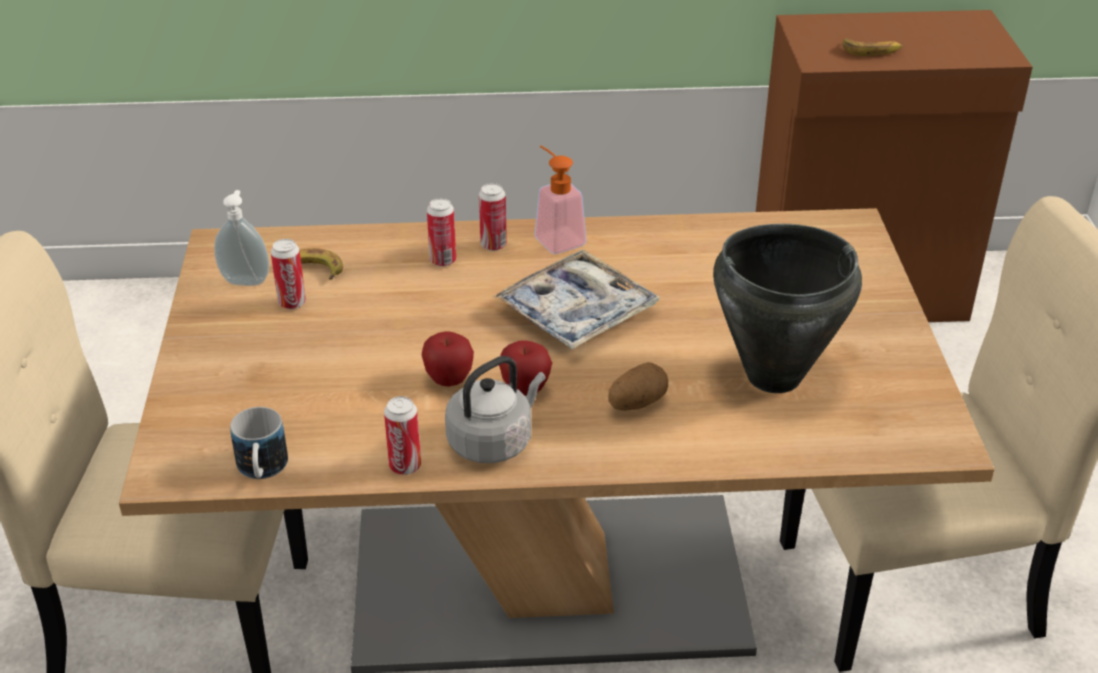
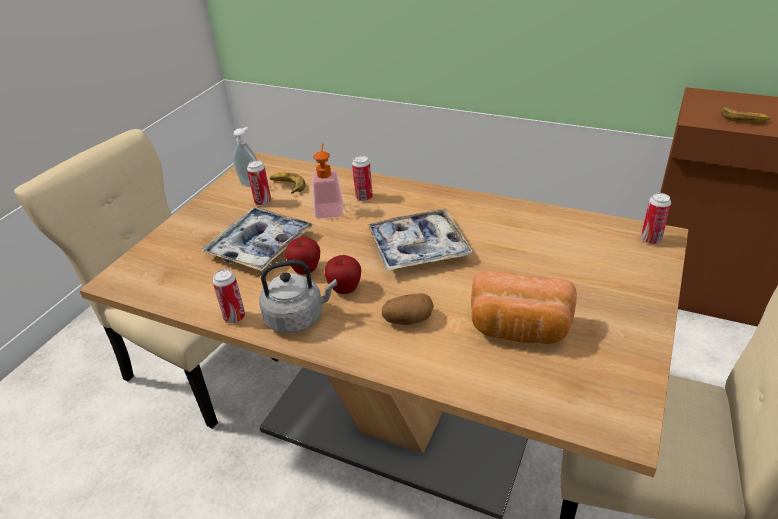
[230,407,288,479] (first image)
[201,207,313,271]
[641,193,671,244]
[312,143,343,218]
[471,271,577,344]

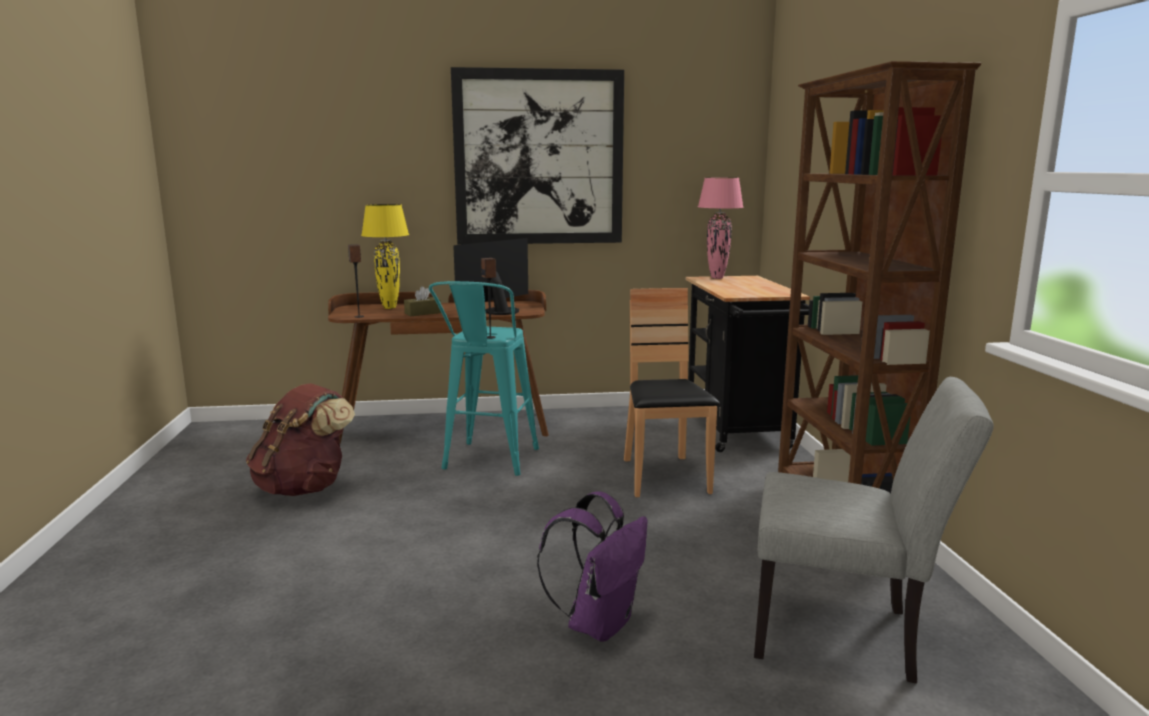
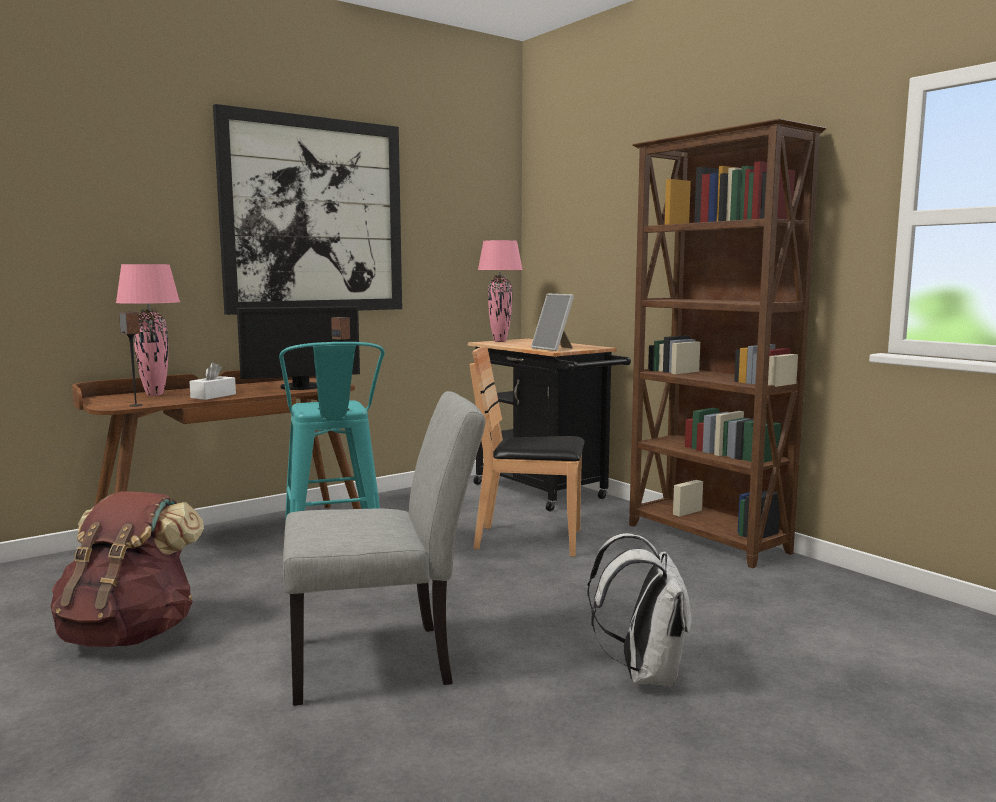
[531,293,574,351]
[283,391,485,706]
[116,264,180,396]
[189,362,236,400]
[587,533,691,687]
[237,306,360,390]
[470,346,584,557]

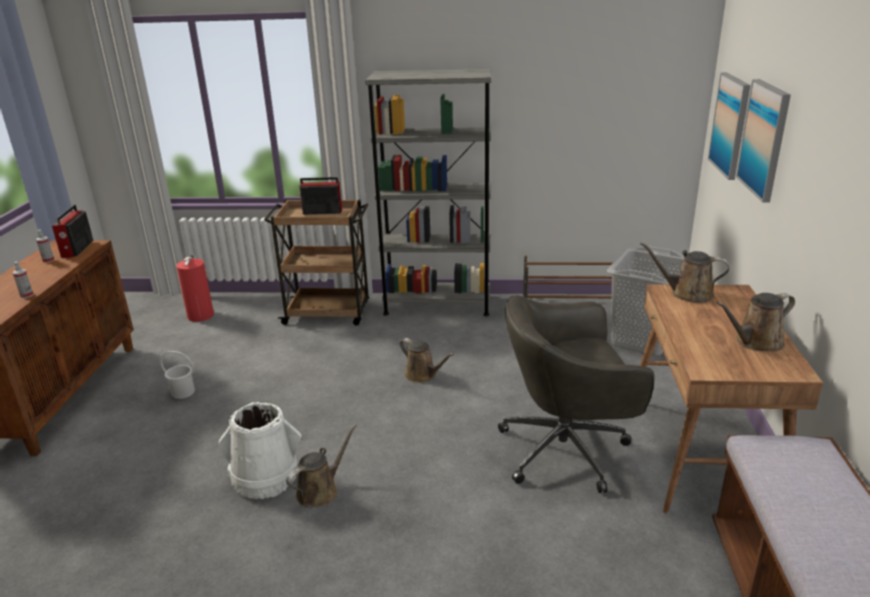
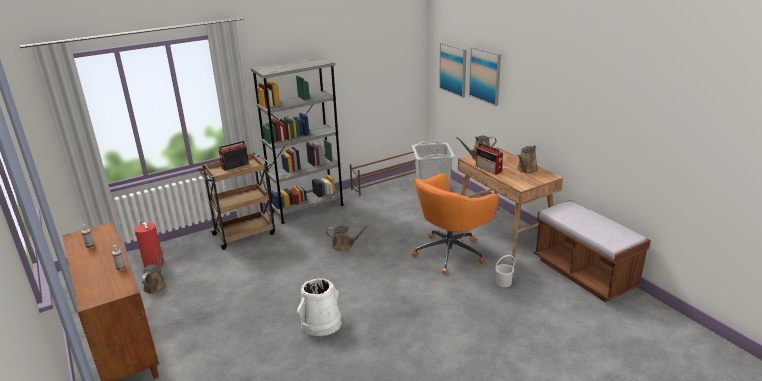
[476,143,503,175]
[495,255,515,287]
[142,247,166,294]
[412,174,499,275]

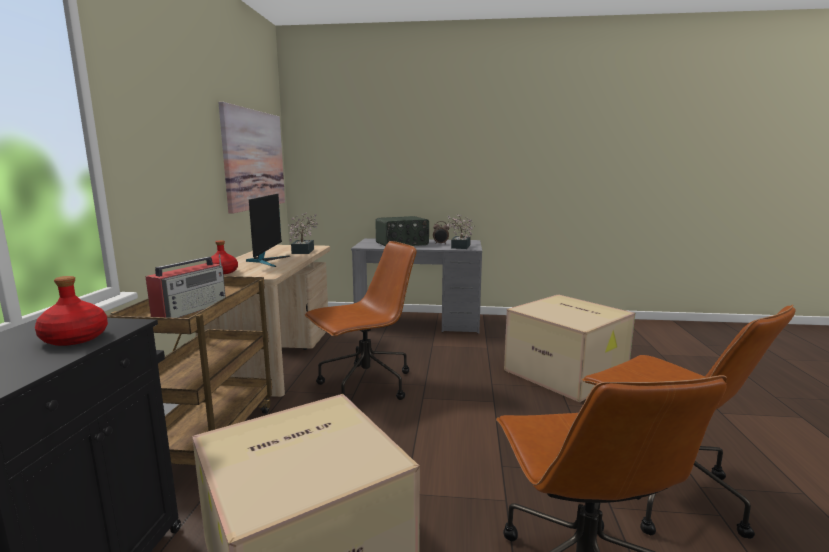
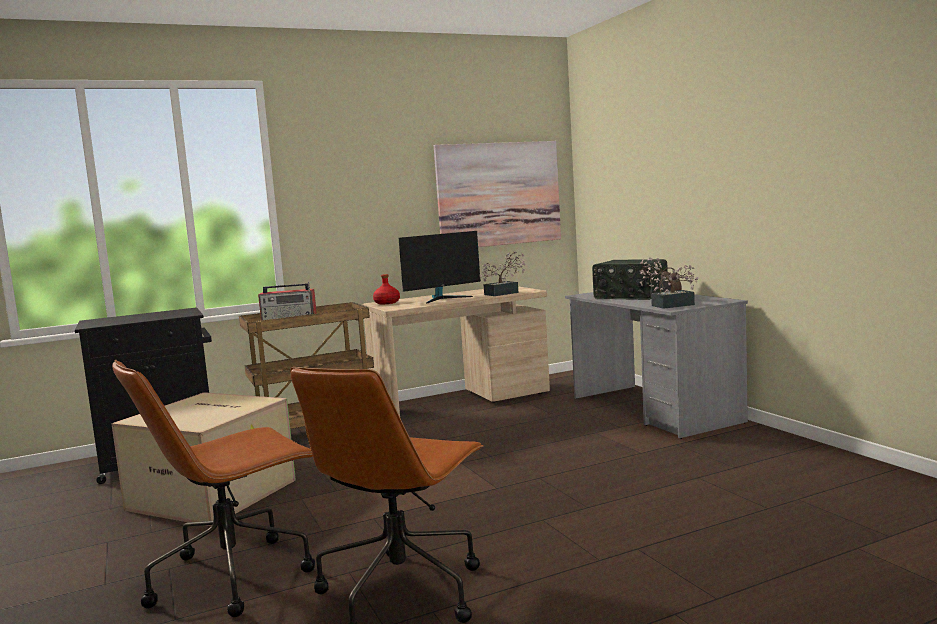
[35,276,108,346] (first image)
[305,241,416,400] (first image)
[504,294,635,402] (first image)

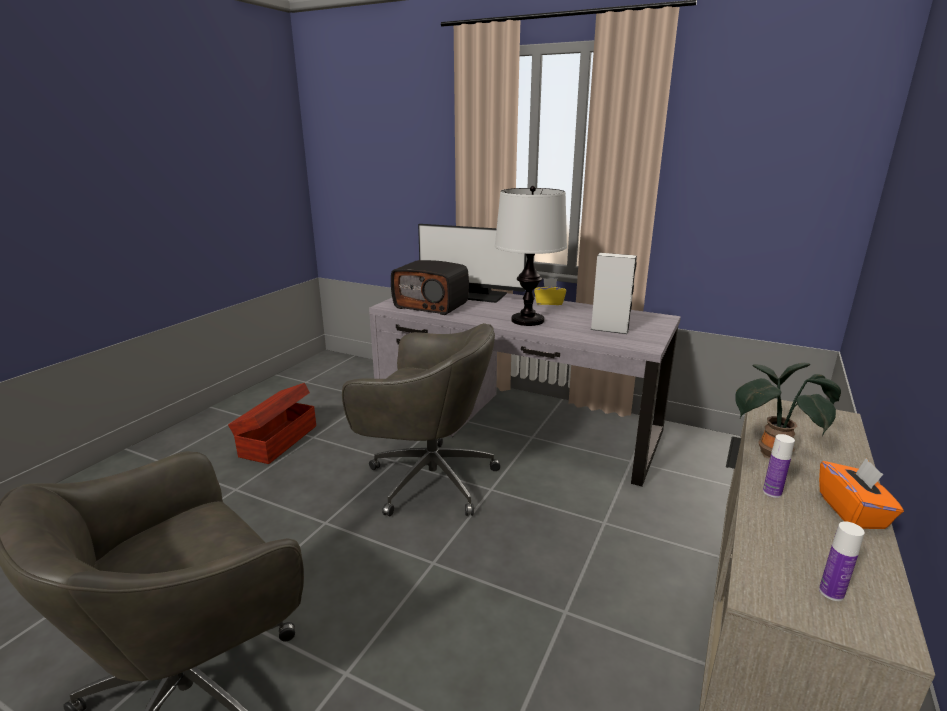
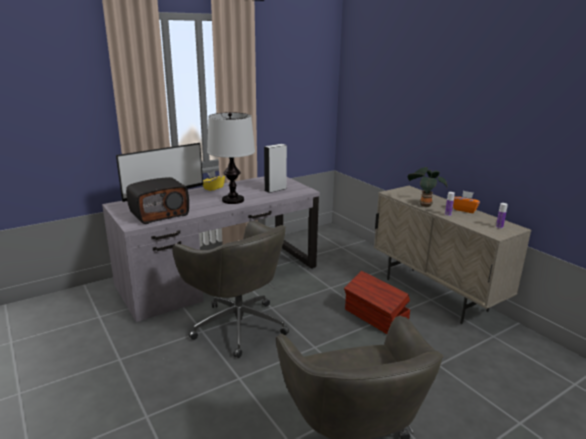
[344,271,410,334]
[172,221,289,358]

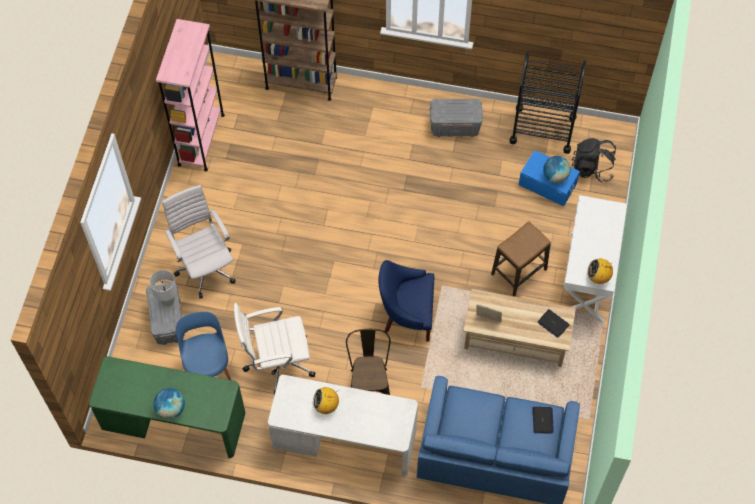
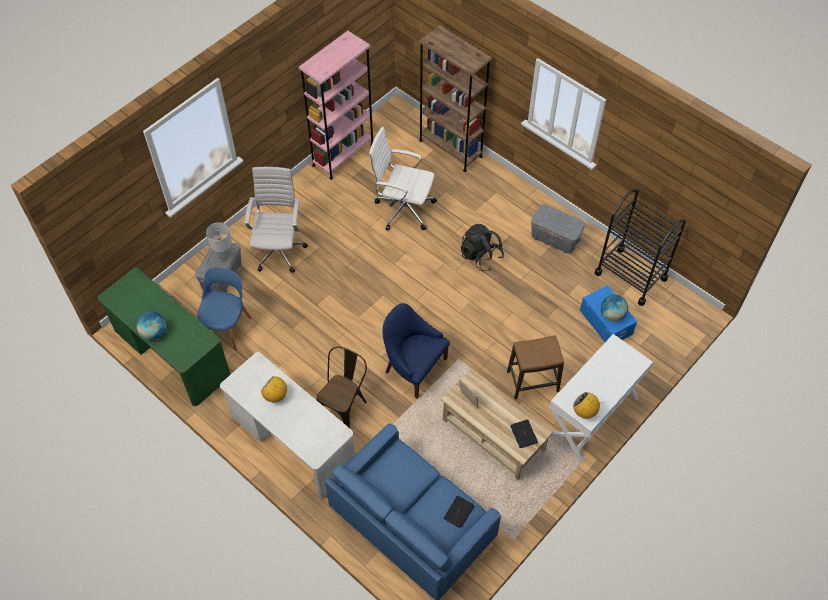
[369,126,437,231]
[461,224,504,271]

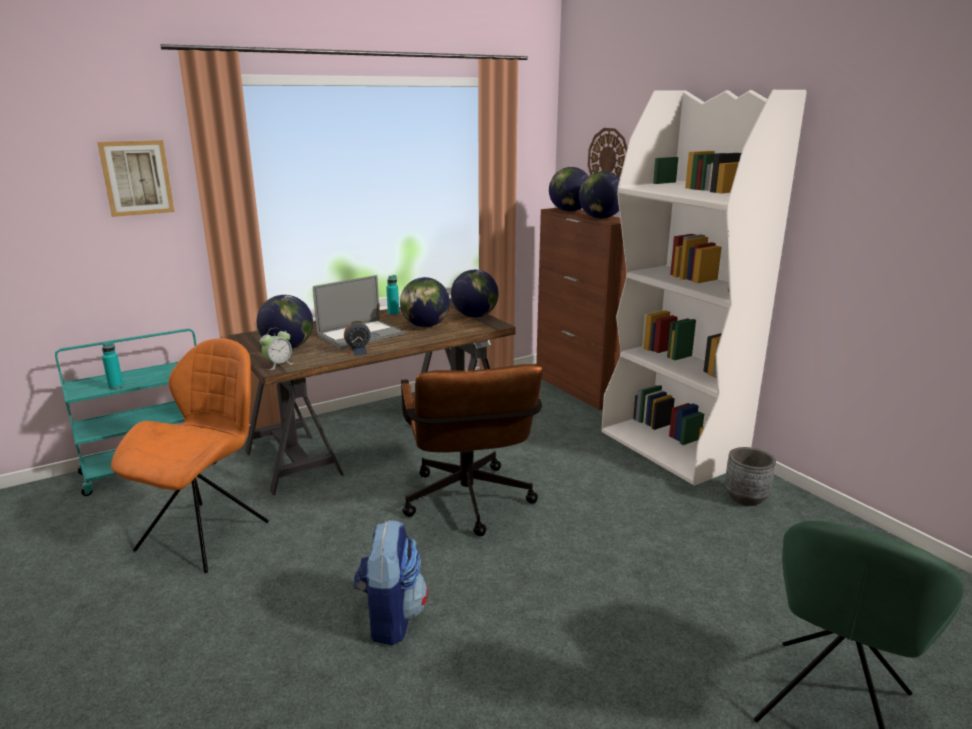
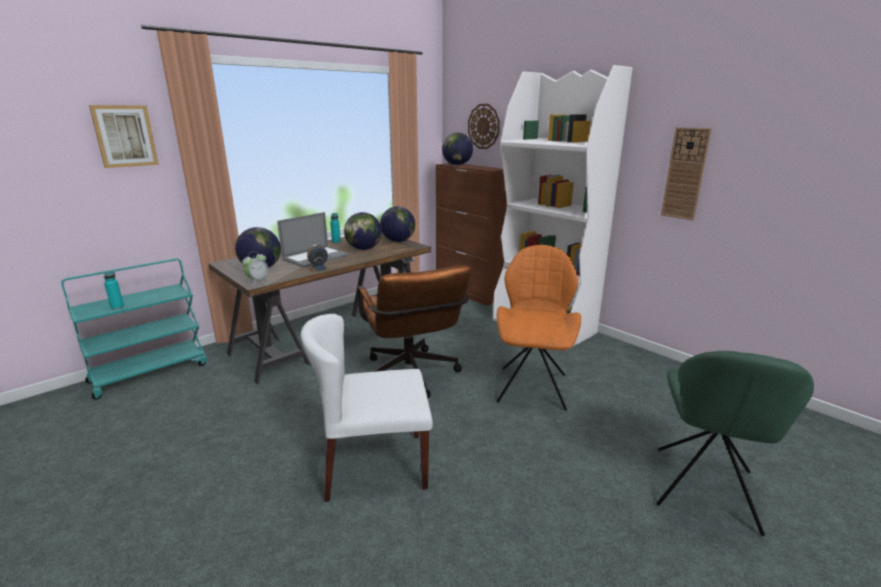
[579,171,620,219] (first image)
[725,447,776,506] (first image)
[661,127,712,220]
[497,245,581,411]
[301,314,433,502]

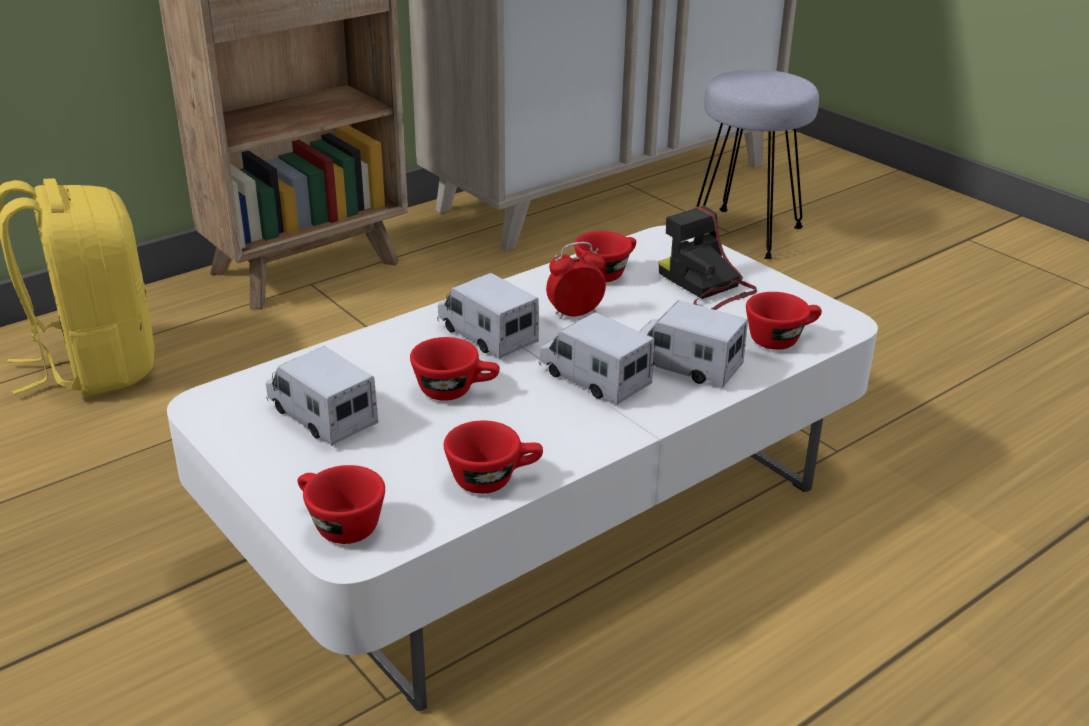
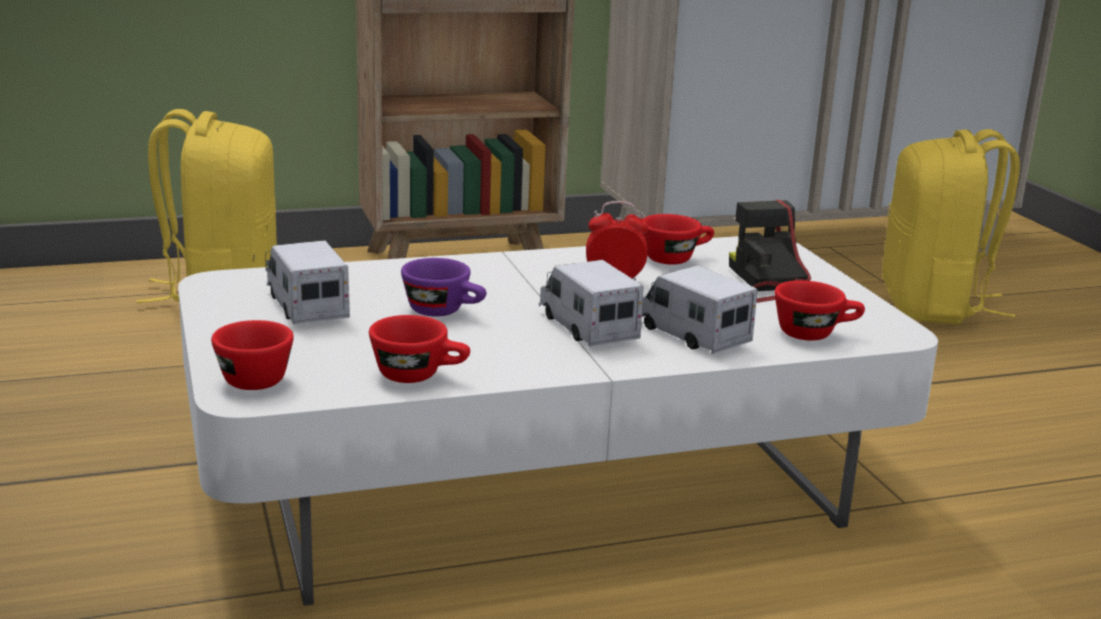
[437,273,539,359] (first image)
[882,129,1020,325]
[401,258,487,316]

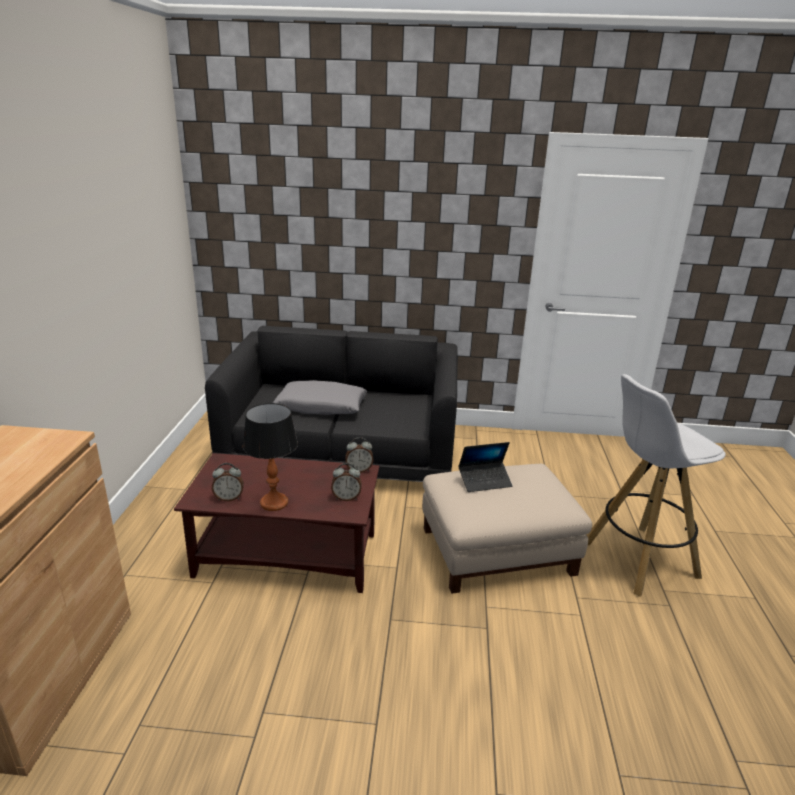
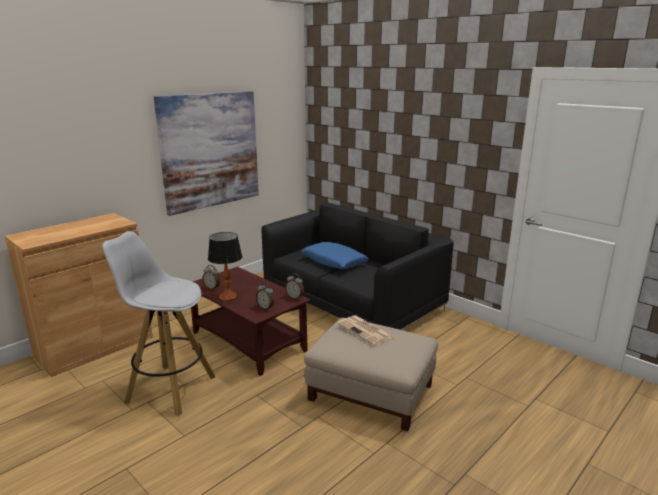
[154,91,259,216]
[102,231,215,416]
[337,315,393,346]
[301,242,369,269]

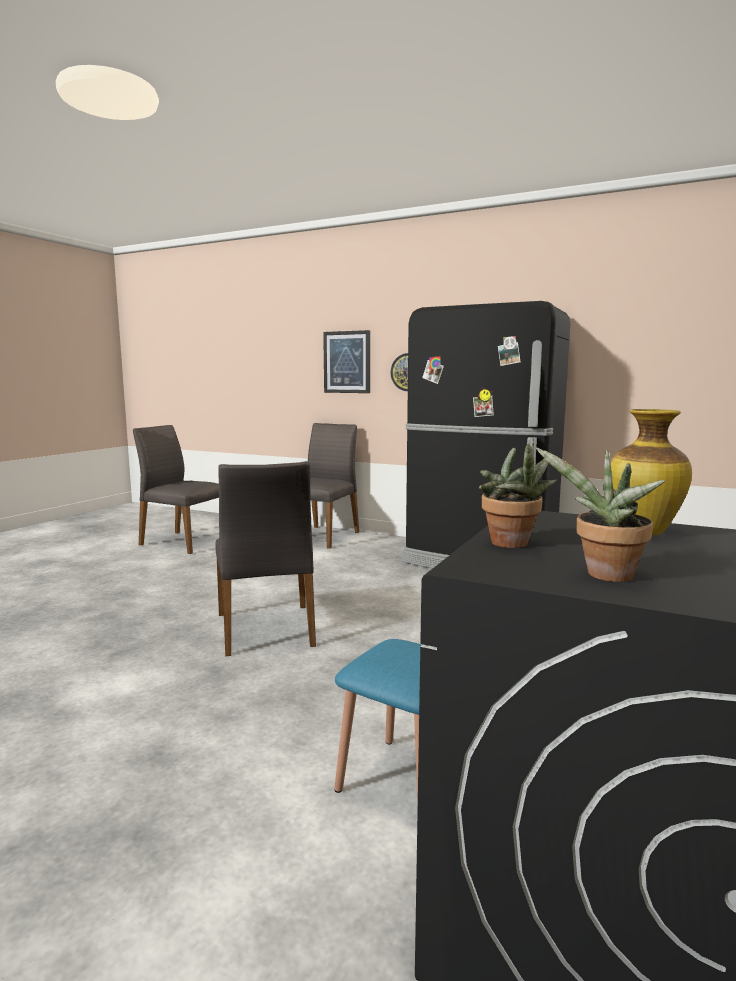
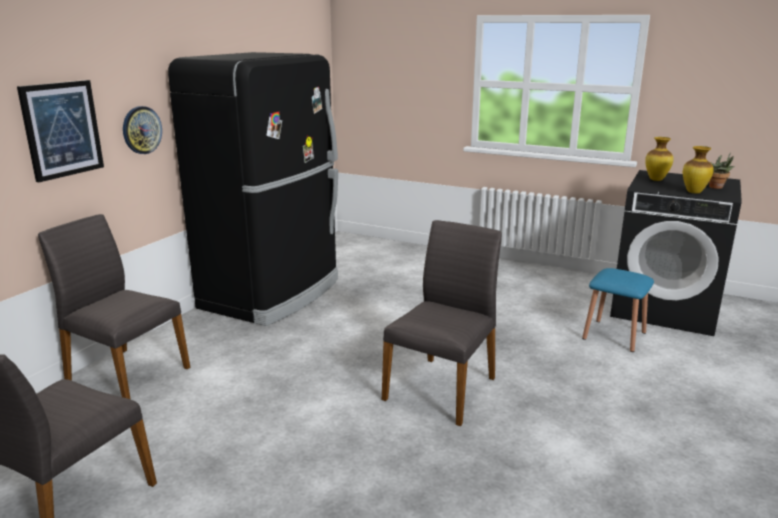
[683,146,713,193]
[382,220,502,426]

